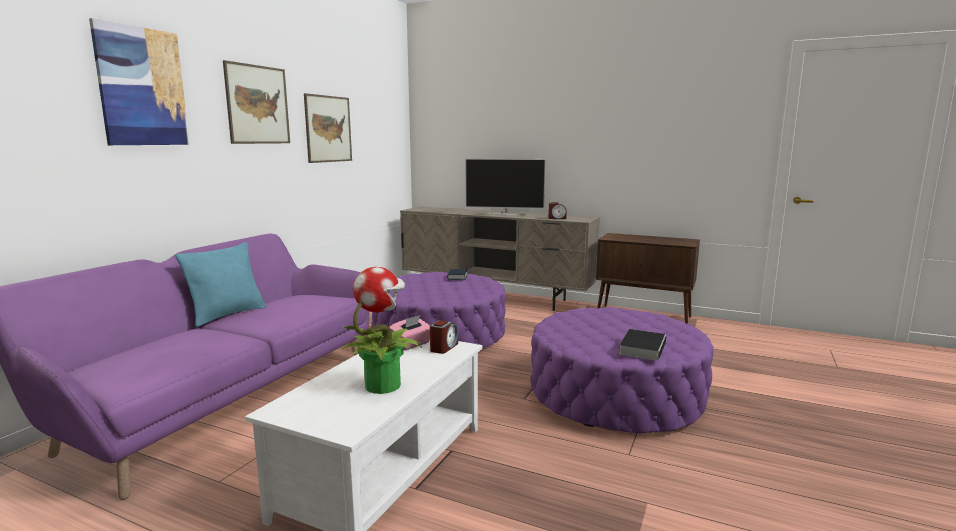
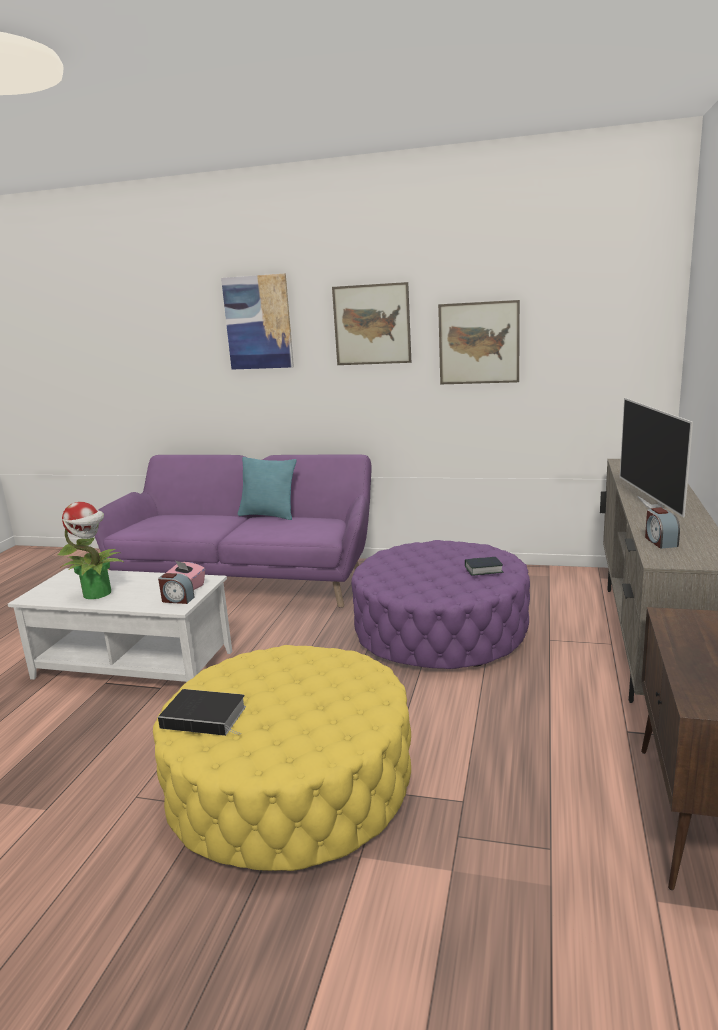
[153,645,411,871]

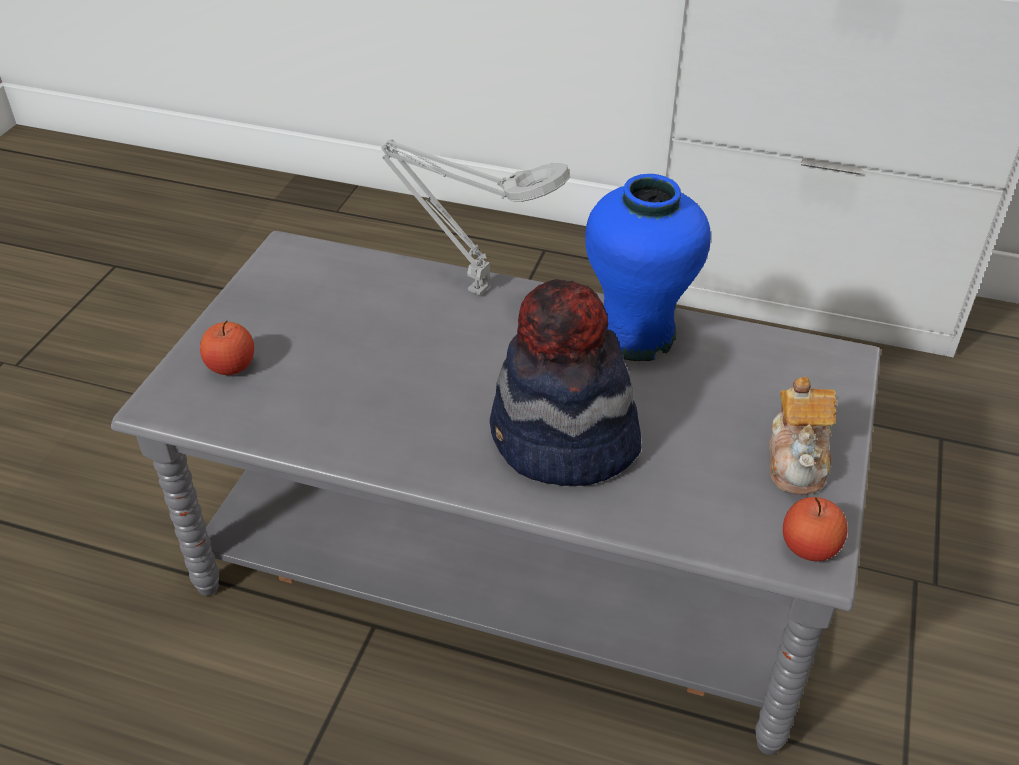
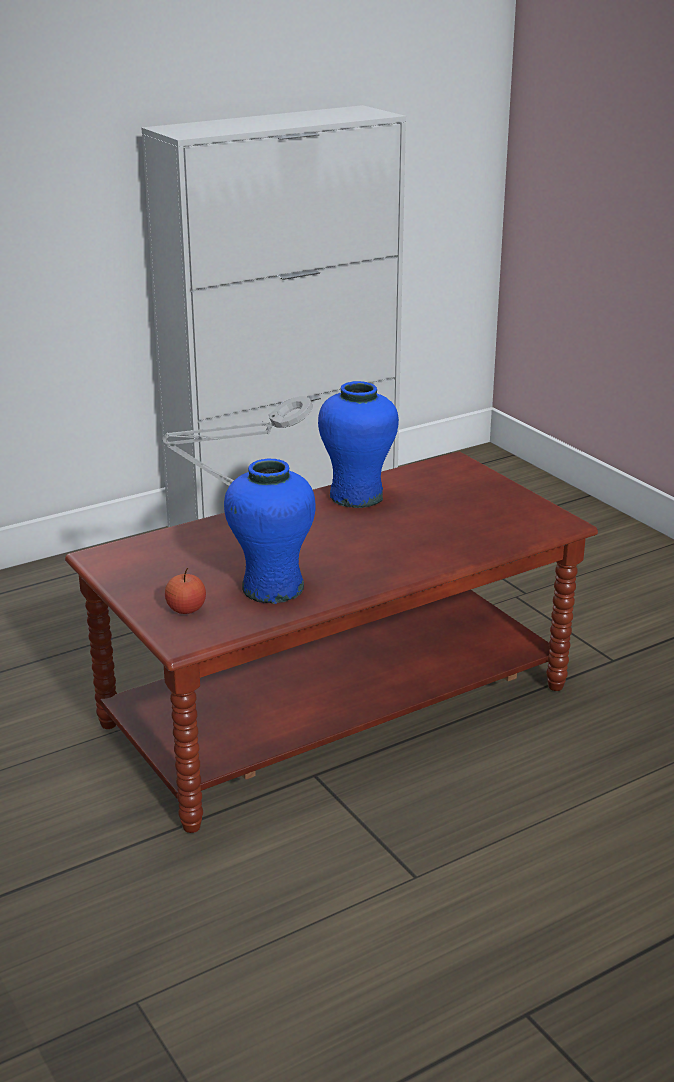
[490,279,642,486] (first image)
[769,377,836,495] (first image)
[783,497,848,561] (first image)
[224,459,316,604]
[65,452,598,833]

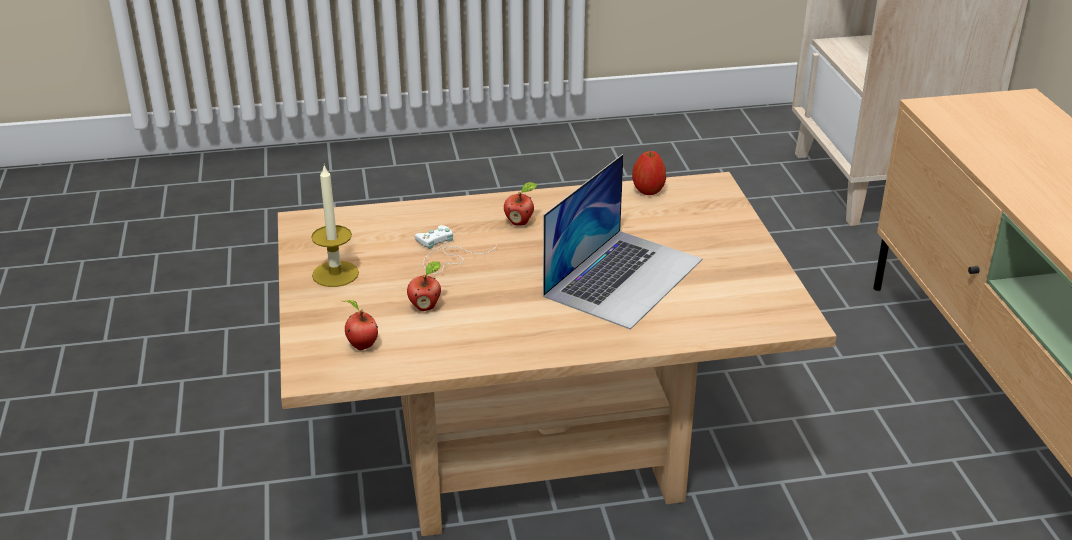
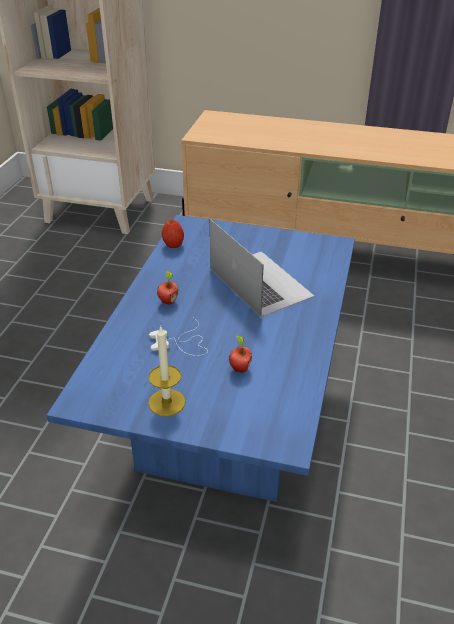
[342,300,378,350] (first image)
[47,215,355,502]

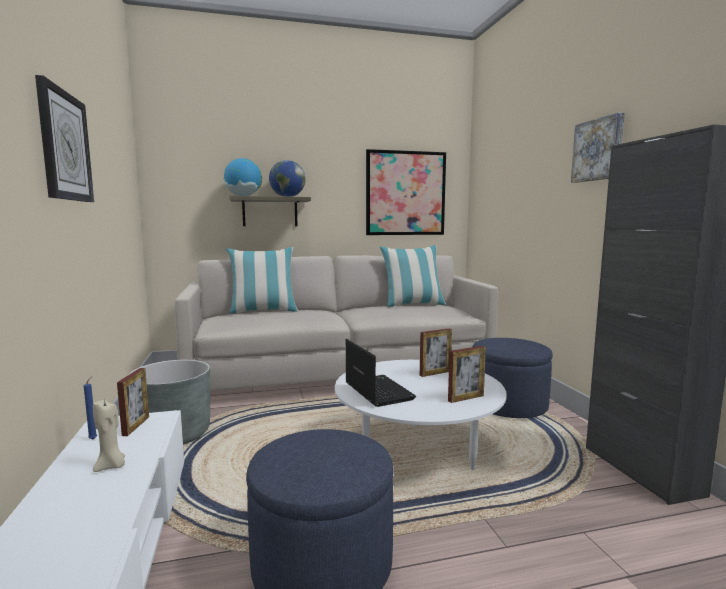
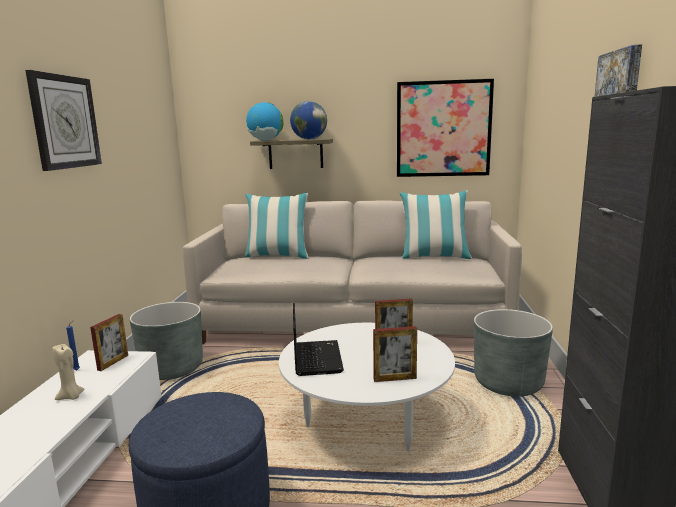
[474,309,553,397]

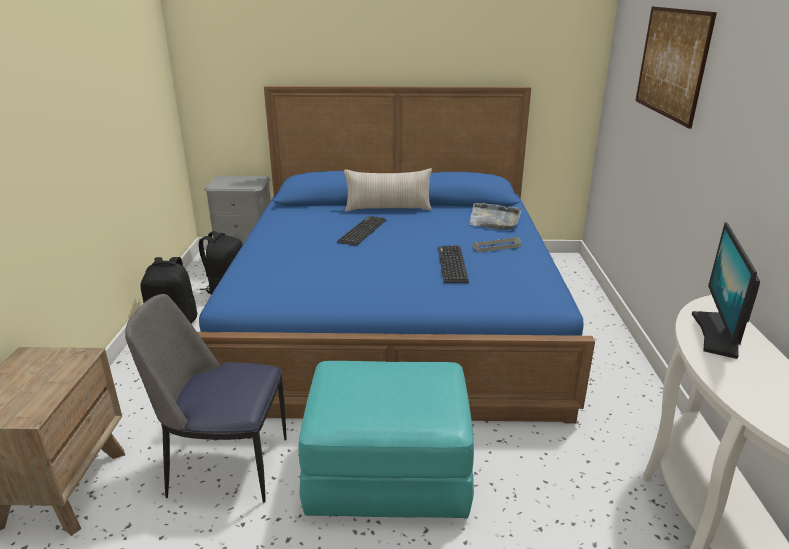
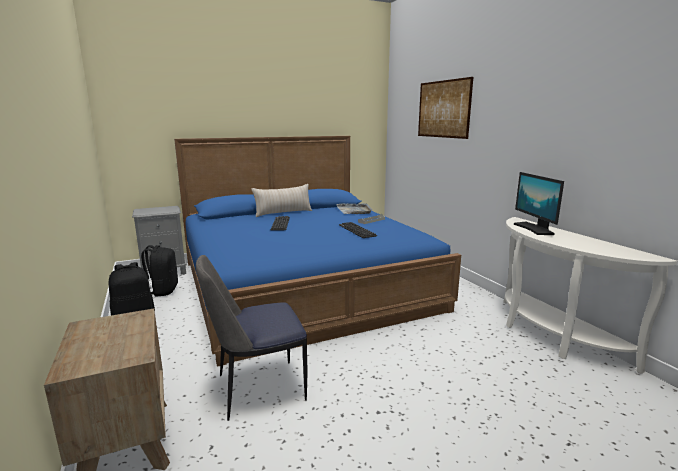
[298,361,474,518] (first image)

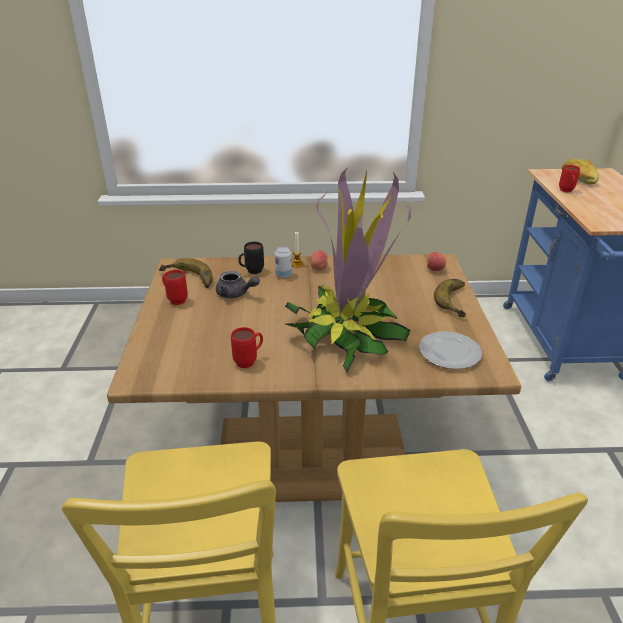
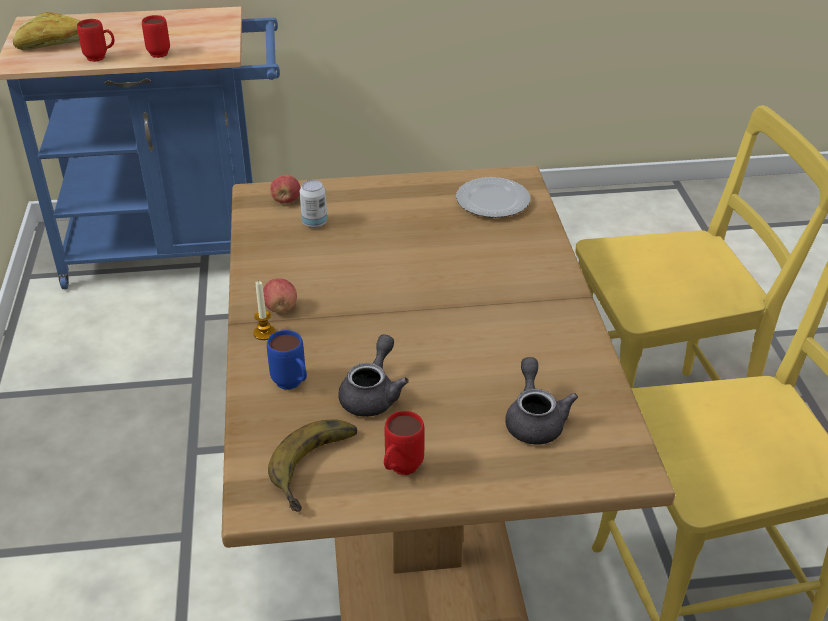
[285,167,411,372] (first image)
[434,279,466,317] (first image)
[505,357,578,445]
[142,15,170,58]
[300,180,327,228]
[267,330,307,389]

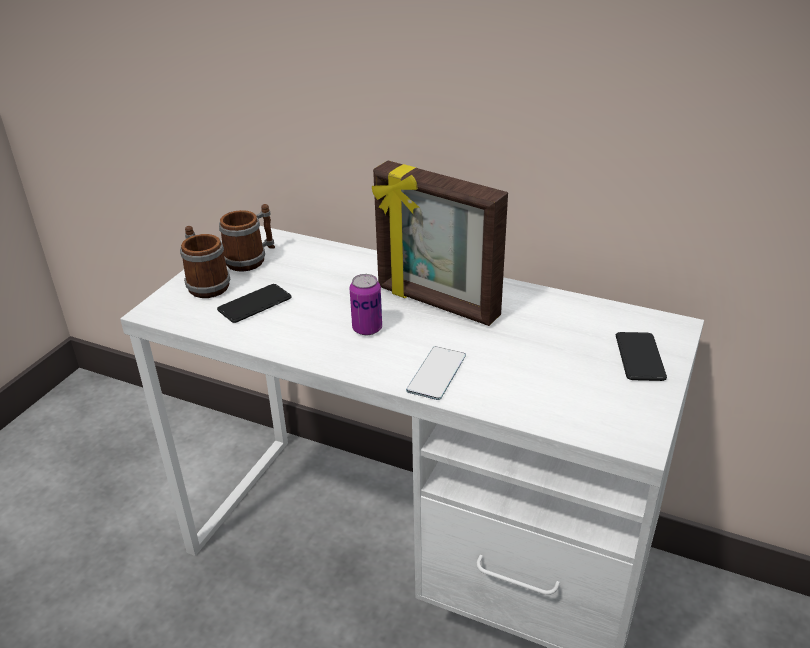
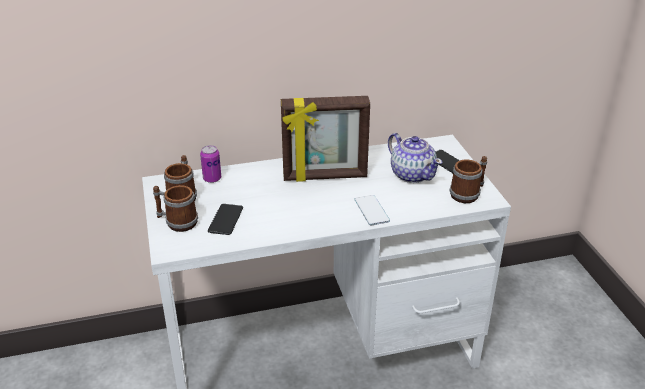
[388,133,442,183]
[449,156,487,203]
[200,145,221,183]

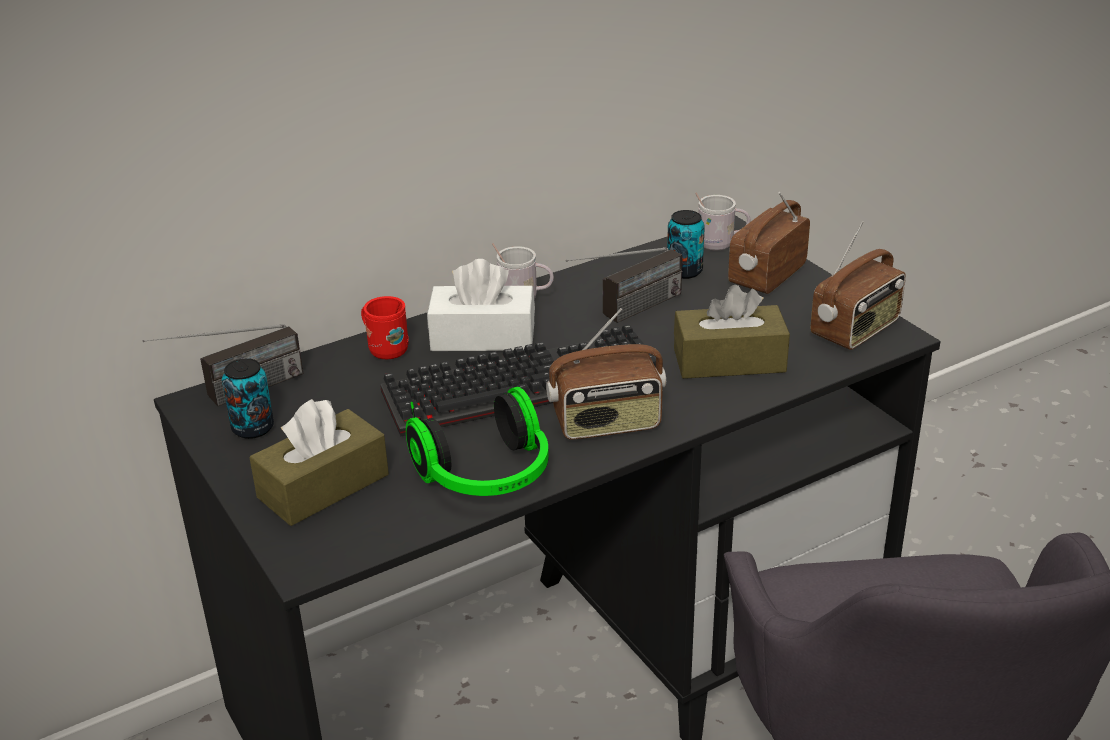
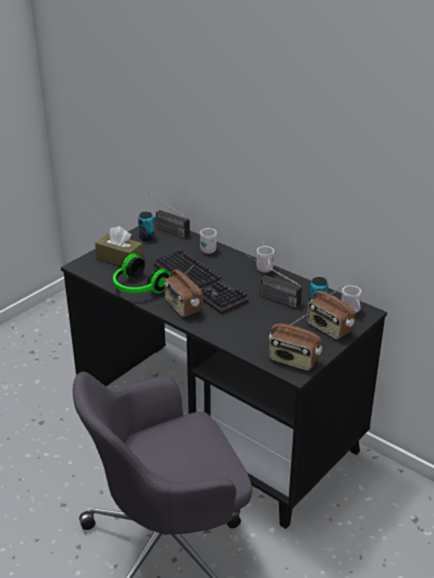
[427,259,535,351] (first image)
[674,285,790,379] (first image)
[200,228,217,254]
[307,285,355,339]

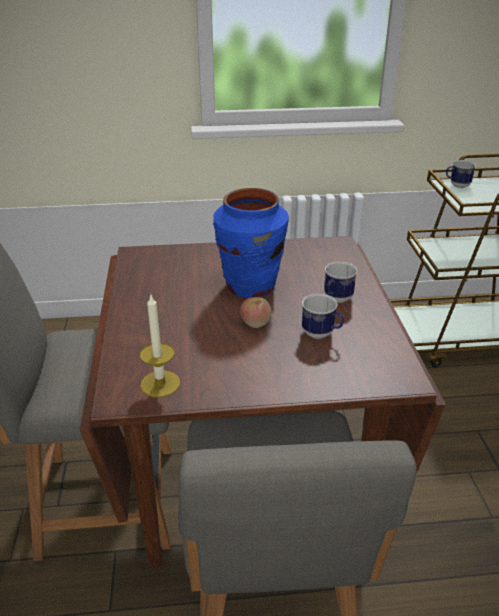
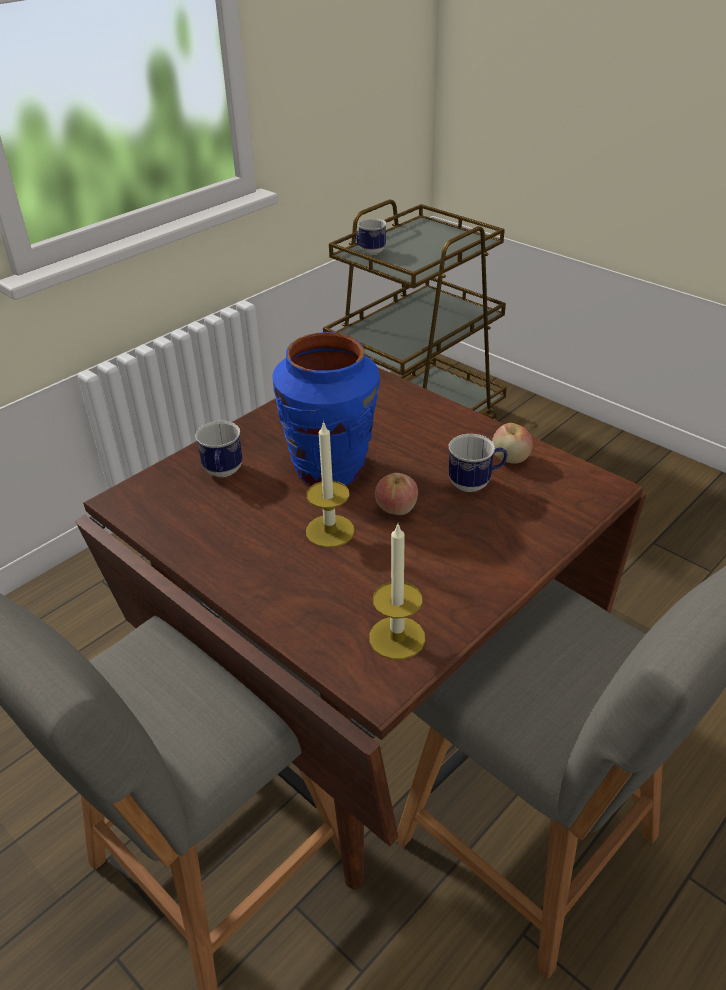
[306,421,355,548]
[492,423,533,464]
[195,421,243,477]

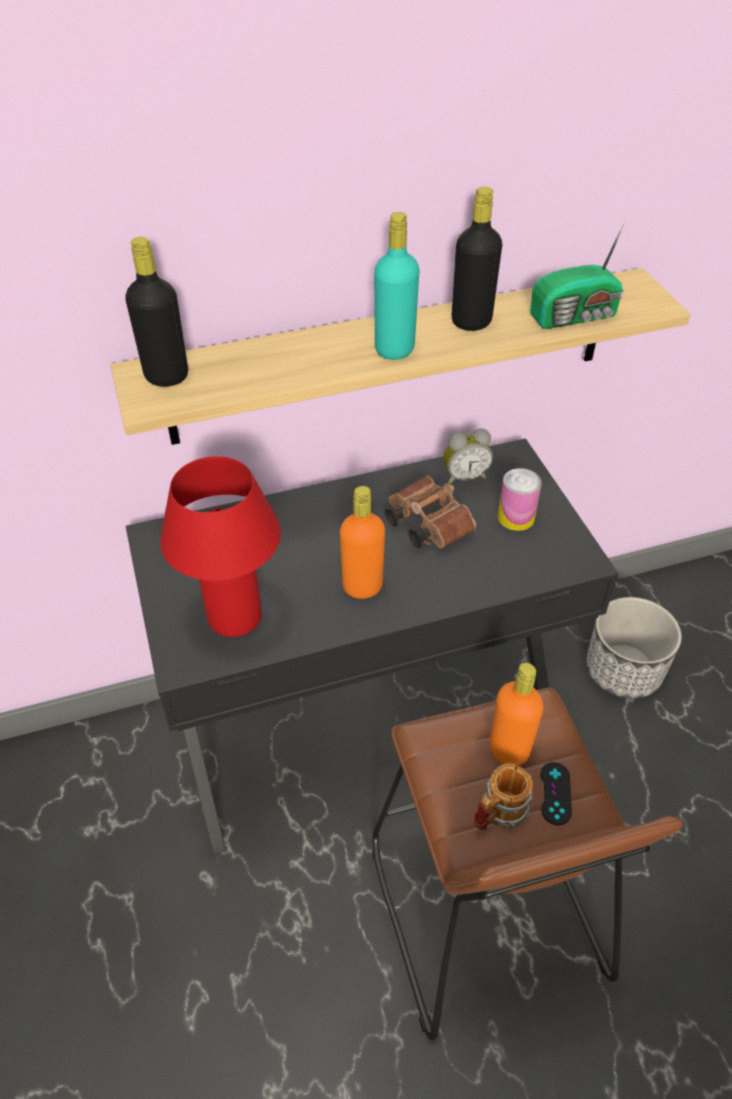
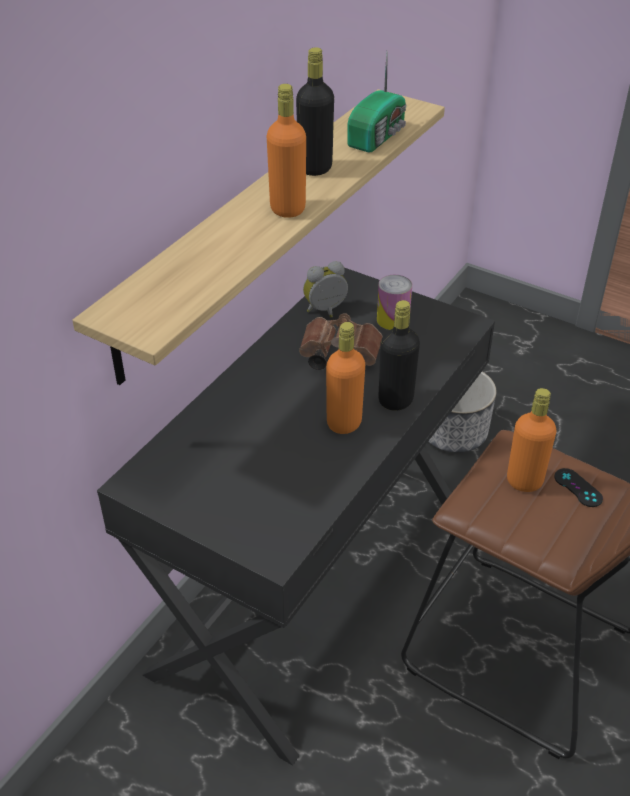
[160,456,281,637] (first image)
[474,763,533,830] (first image)
[378,300,420,411]
[267,84,306,218]
[303,261,348,318]

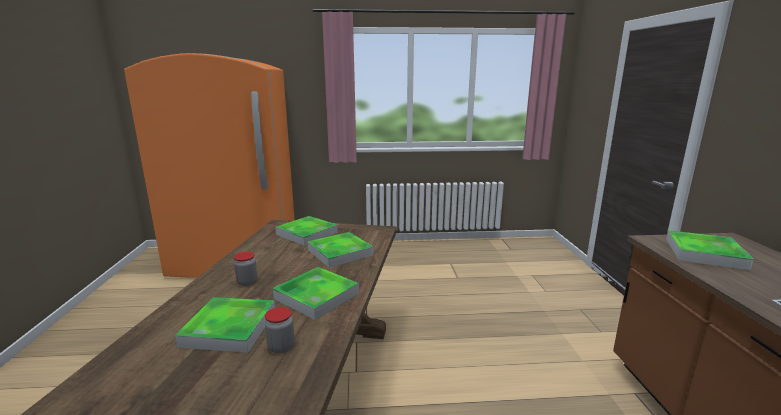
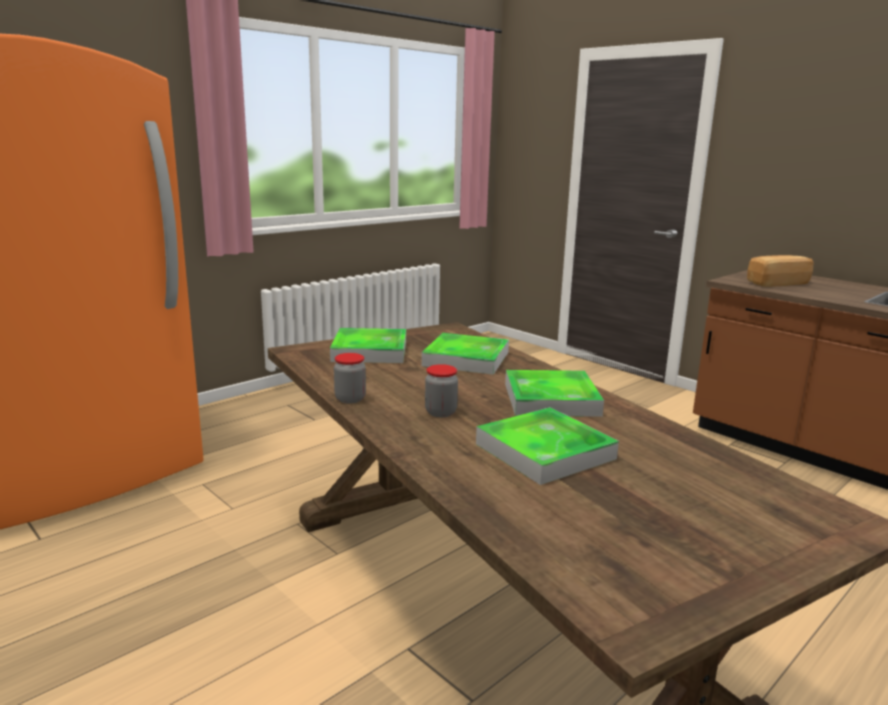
[334,353,366,404]
[747,255,813,287]

